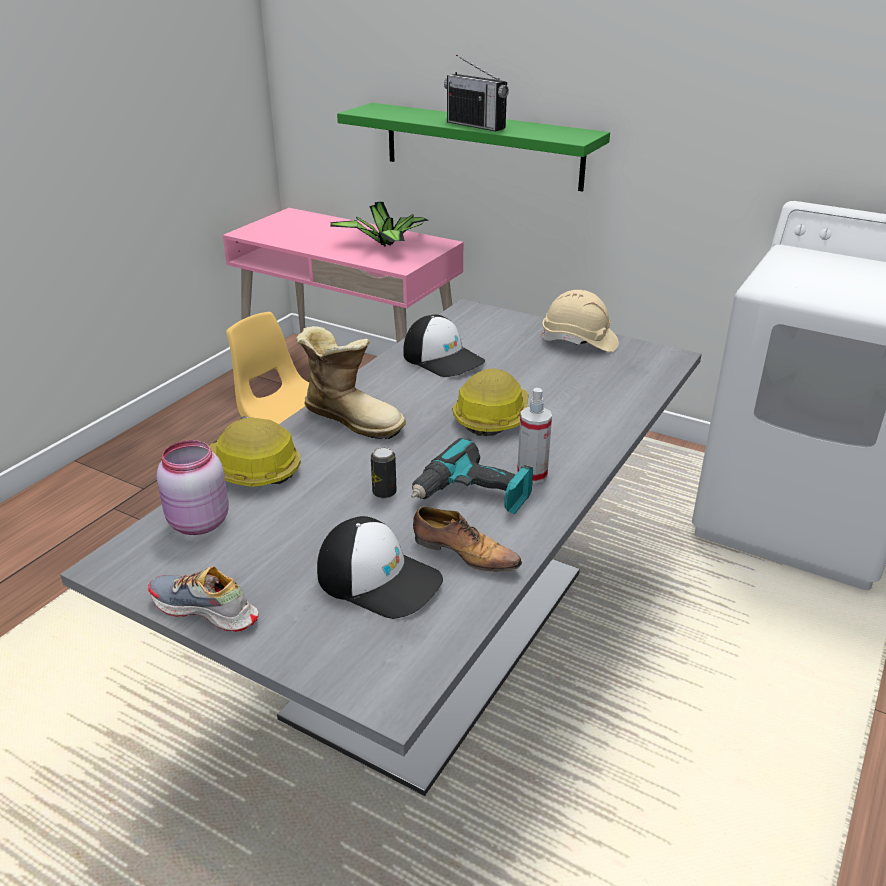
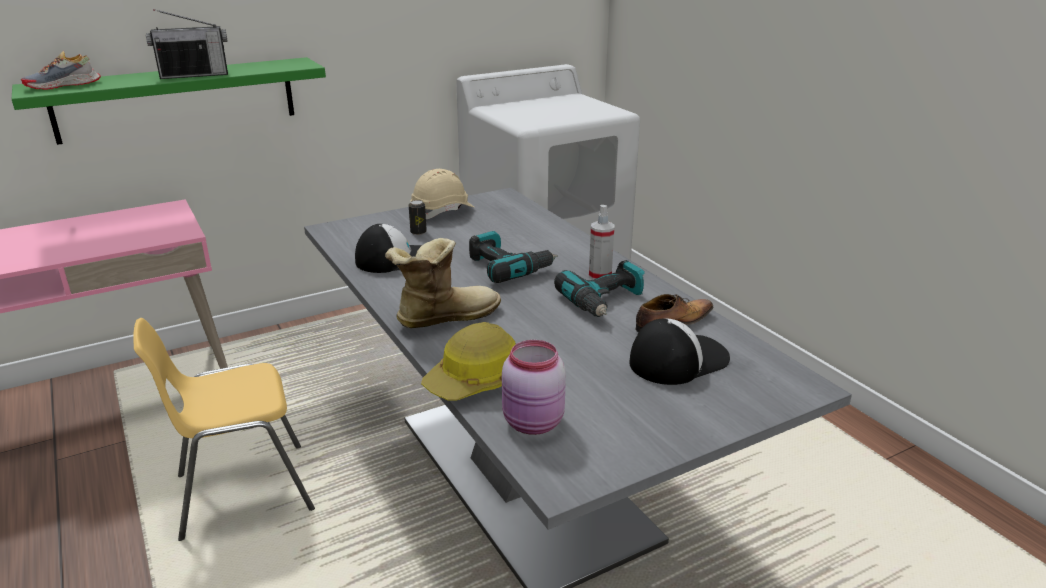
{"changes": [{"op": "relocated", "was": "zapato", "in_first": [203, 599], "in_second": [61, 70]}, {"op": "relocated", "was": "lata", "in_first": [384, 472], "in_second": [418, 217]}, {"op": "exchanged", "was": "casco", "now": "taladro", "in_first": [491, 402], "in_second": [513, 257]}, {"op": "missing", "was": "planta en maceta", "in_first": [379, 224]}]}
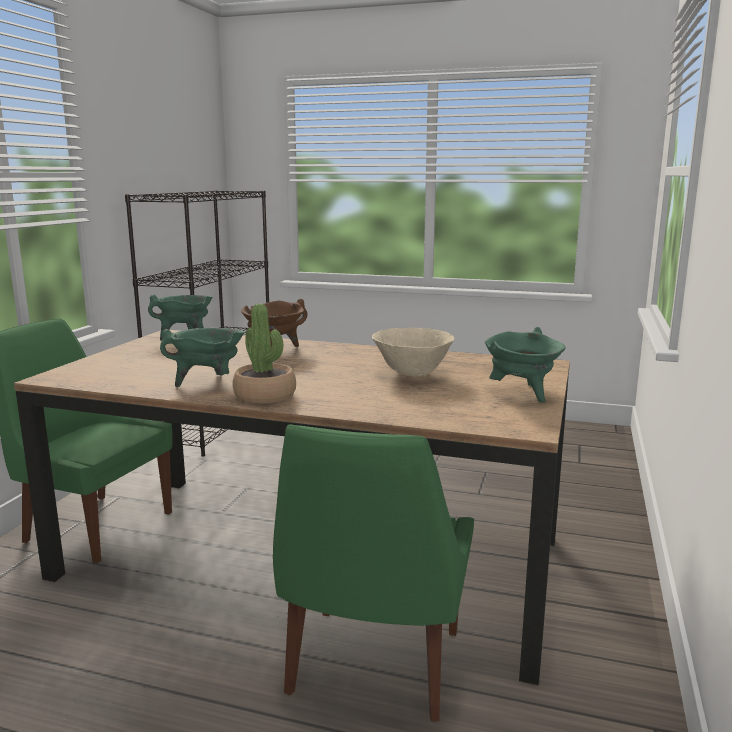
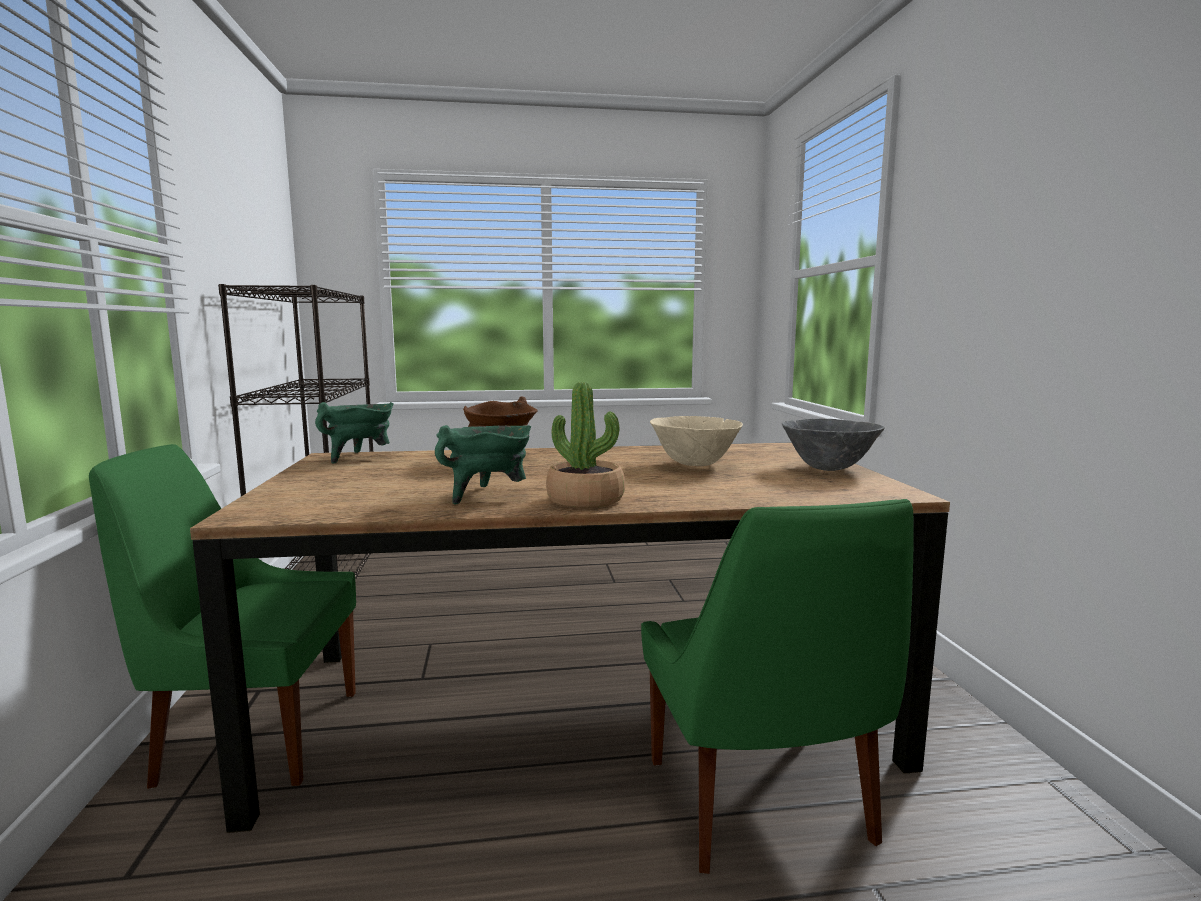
{"changes": [{"op": "exchanged", "was": "olla/verde", "now": "cuenco/gris", "in_first": [525, 365], "in_second": [833, 445]}]}
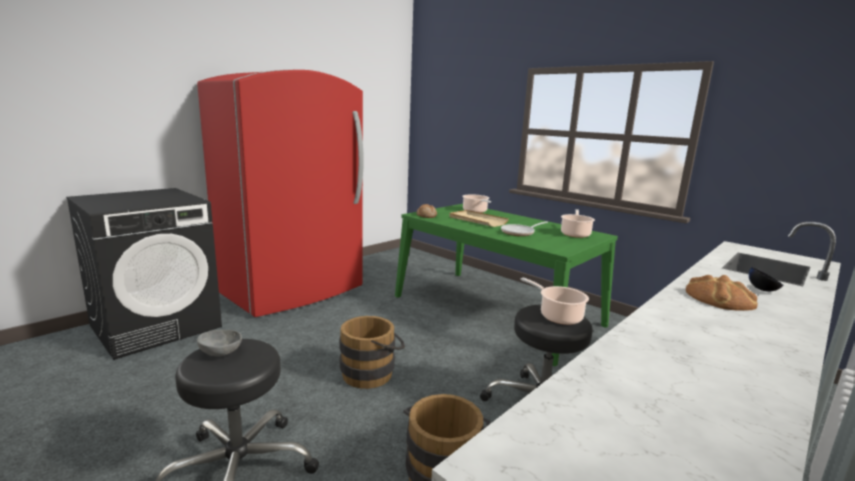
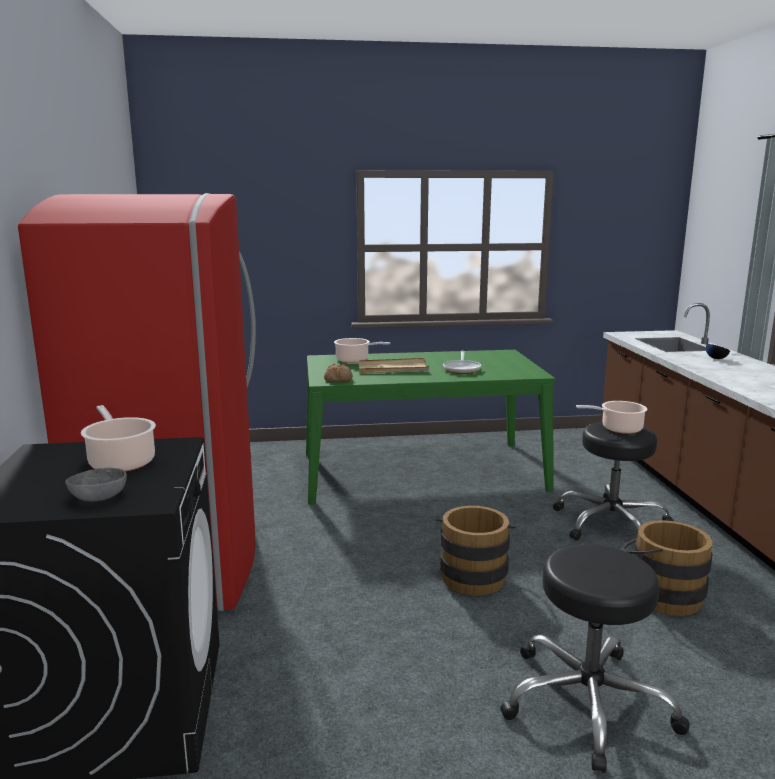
{"changes": [{"op": "relocated", "was": "cuenco/gris", "in_first": [219, 343], "in_second": [96, 485]}, {"op": "relocated", "was": "olla", "in_first": [578, 223], "in_second": [118, 438]}, {"op": "missing", "was": "pan", "in_first": [722, 293]}]}
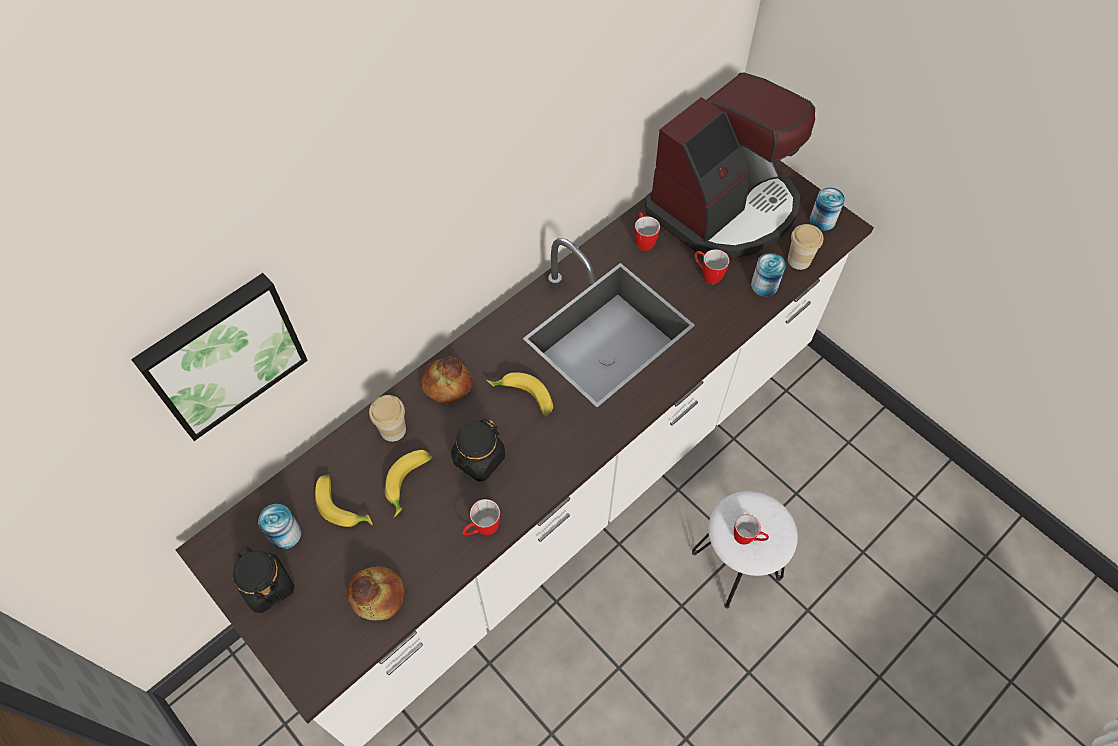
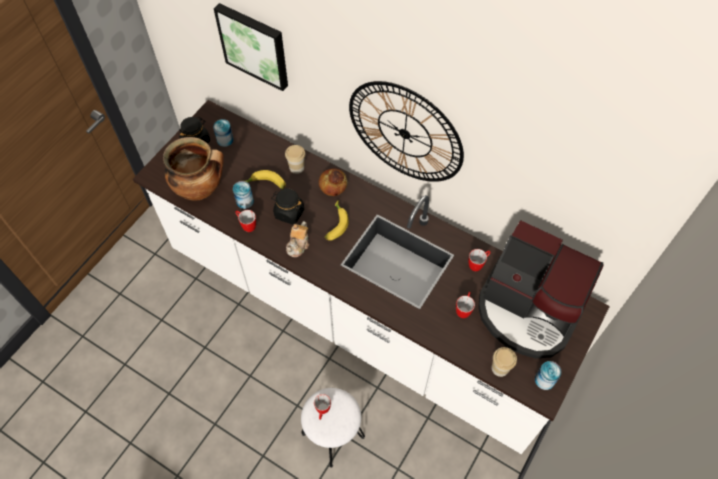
{"changes": [{"op": "exchanged", "was": "pan", "now": "olla", "in_first": [375, 593], "in_second": [193, 169]}, {"op": "relocated", "was": "lata", "in_first": [768, 275], "in_second": [243, 195]}, {"op": "appeared", "now": "tetera", "in_second": [298, 239]}, {"op": "appeared", "now": "reloj de pared", "in_second": [406, 131]}, {"op": "missing", "was": "plátano", "in_first": [344, 500]}]}
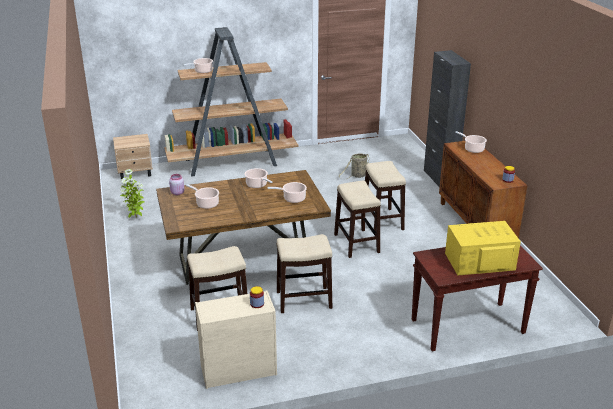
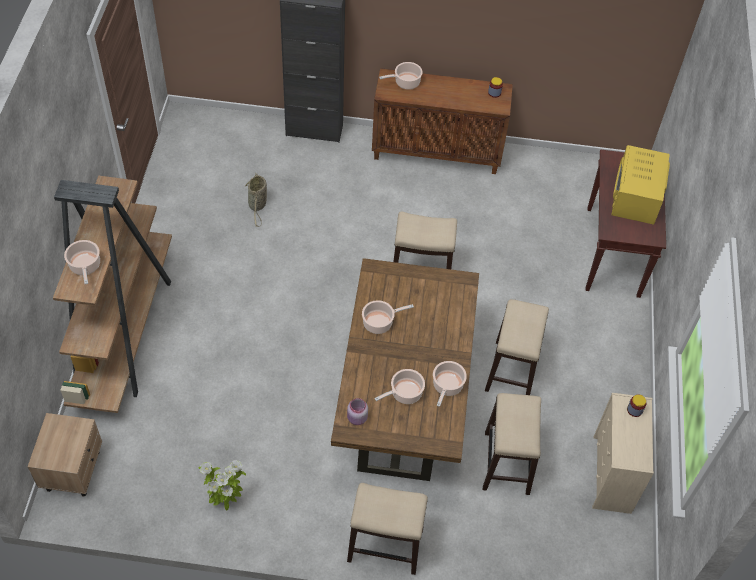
{"changes": [{"op": "relocated", "was": "taburete", "in_first": [385, 196], "in_second": [387, 529]}, {"op": "relocated", "was": "olla", "in_first": [287, 192], "in_second": [450, 384]}]}
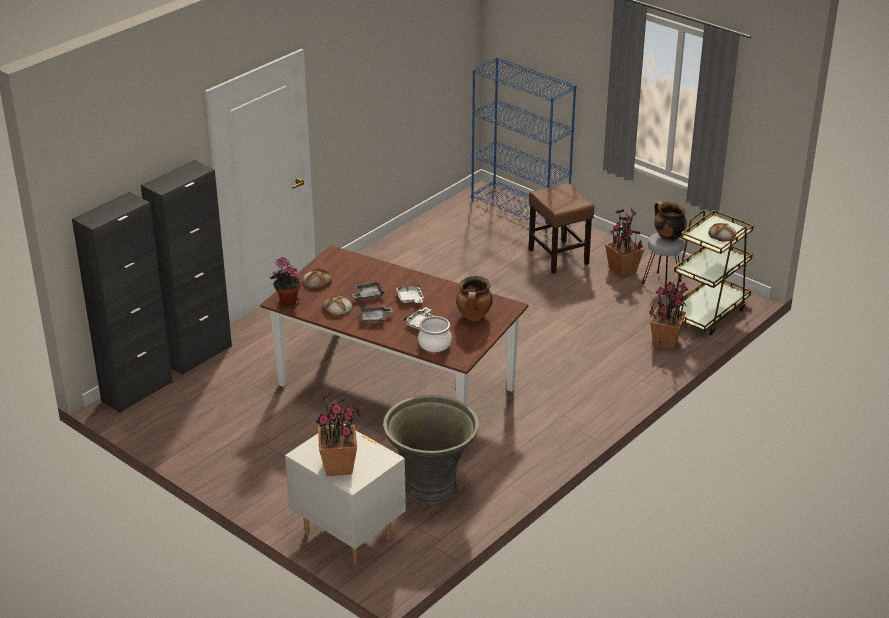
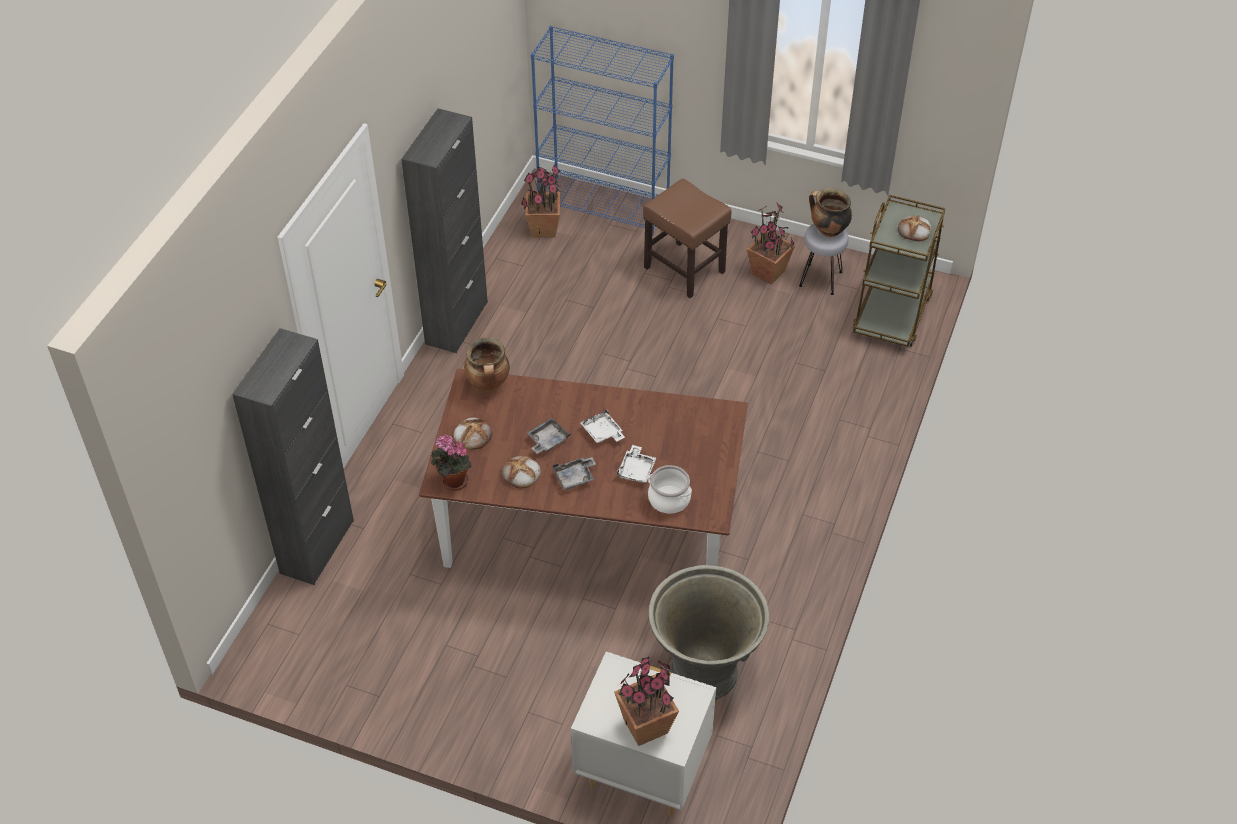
{"changes": [{"op": "relocated", "was": "armario/negro", "in_first": [122, 302], "in_second": [444, 231]}, {"op": "relocated", "was": "olla", "in_first": [474, 298], "in_second": [487, 364]}, {"op": "relocated", "was": "planta en maceta", "in_first": [668, 316], "in_second": [540, 201]}]}
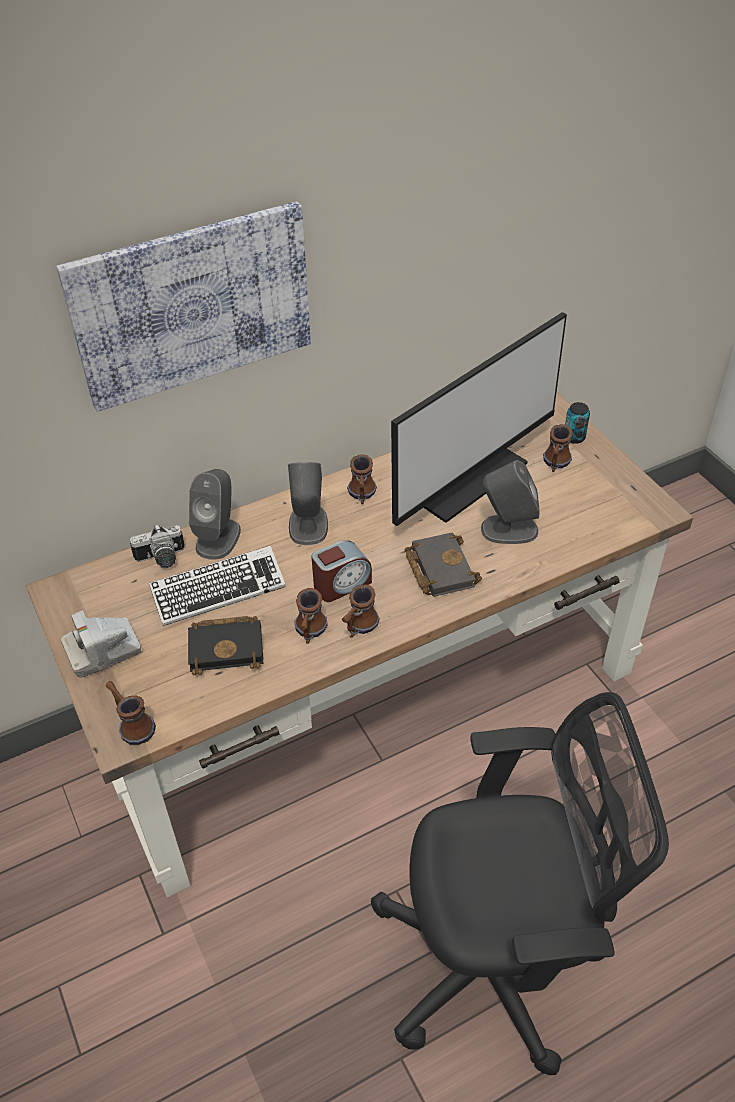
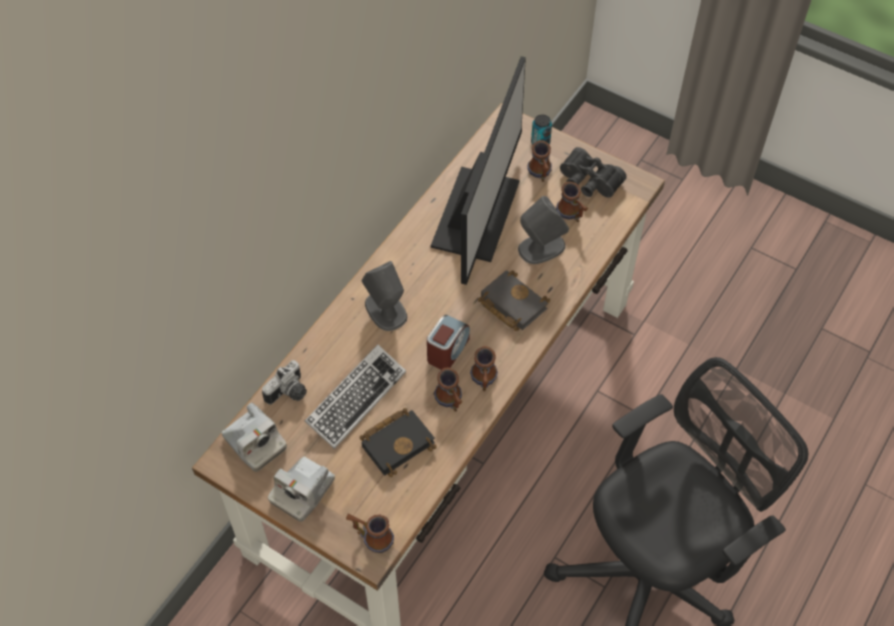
{"changes": [{"op": "appeared", "now": "cámara", "in_second": [254, 437]}, {"op": "relocated", "was": "taza grande", "in_first": [362, 479], "in_second": [572, 202]}, {"op": "appeared", "now": "prismáticos/negro", "in_second": [593, 172]}, {"op": "missing", "was": "cuadro", "in_first": [183, 306]}, {"op": "missing", "was": "altavoz/gris", "in_first": [215, 514]}]}
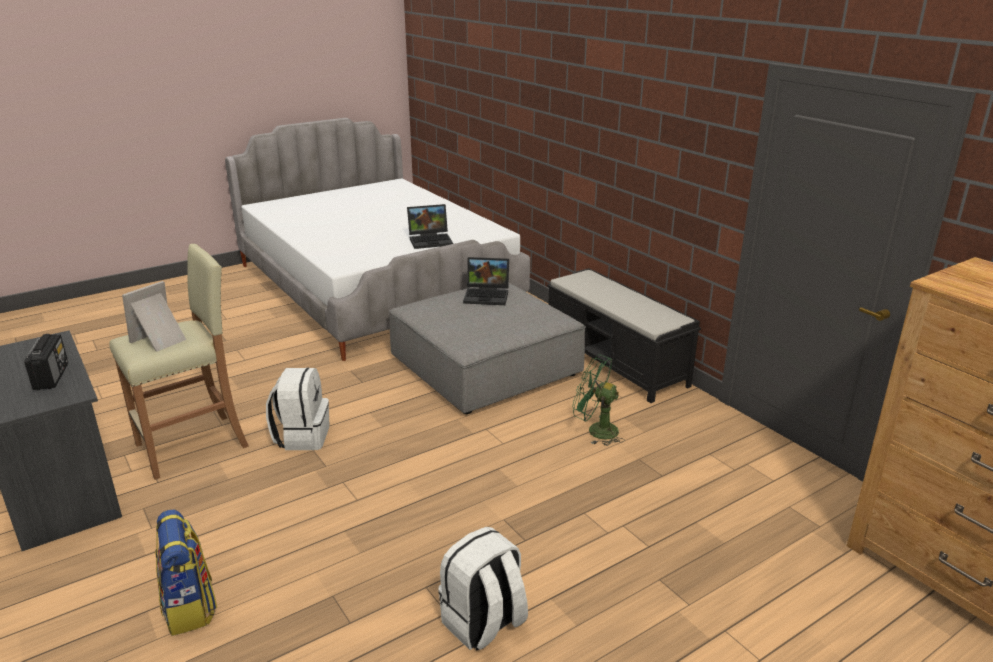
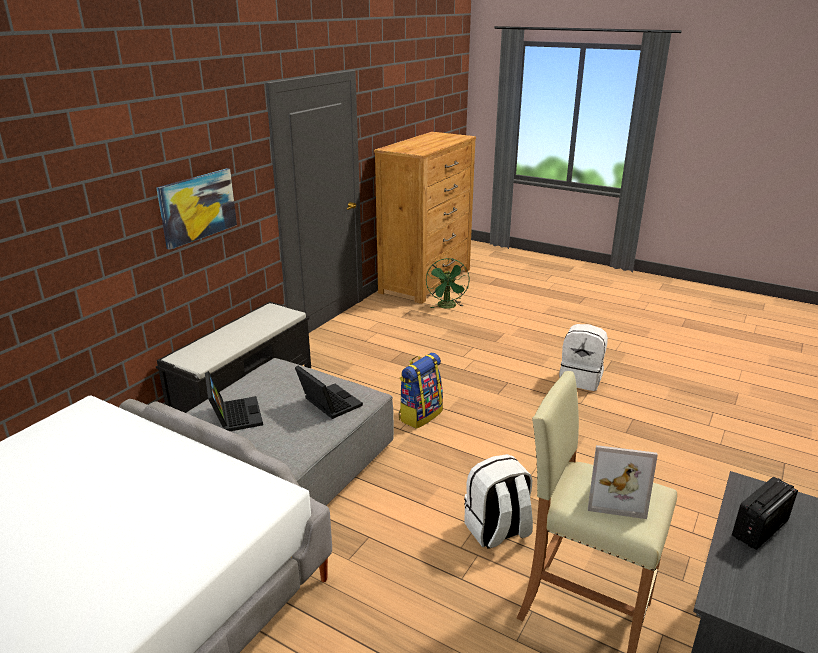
{"changes": [{"op": "appeared", "now": "cuadro", "in_second": [196, 209]}, {"op": "relocated", "was": "portátil", "in_first": [430, 226], "in_second": [329, 392]}, {"op": "relocated", "was": "mochila", "in_first": [186, 573], "in_second": [421, 391]}, {"op": "relocated", "was": "ventilador/verde", "in_first": [599, 400], "in_second": [447, 283]}]}
